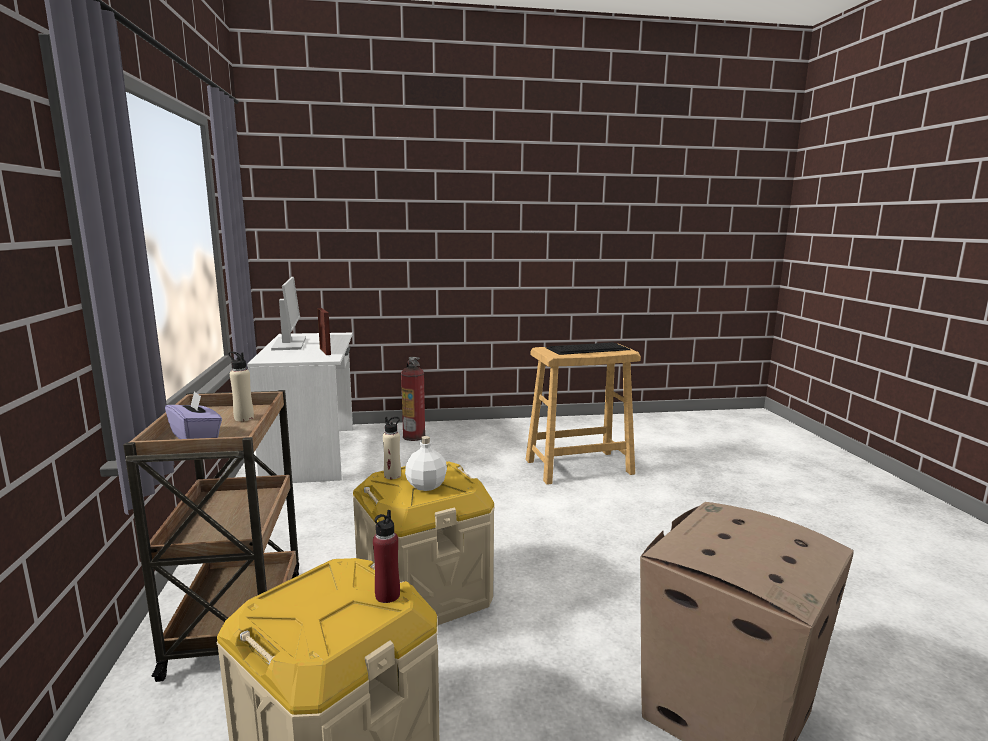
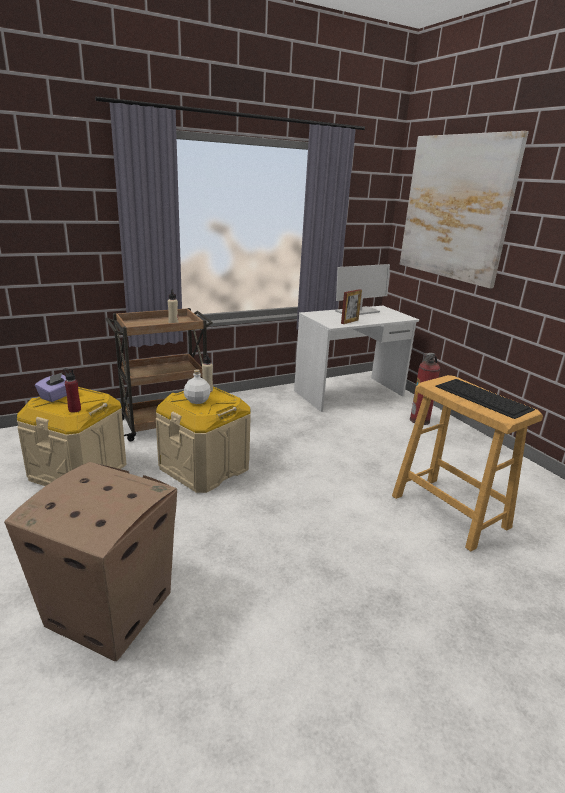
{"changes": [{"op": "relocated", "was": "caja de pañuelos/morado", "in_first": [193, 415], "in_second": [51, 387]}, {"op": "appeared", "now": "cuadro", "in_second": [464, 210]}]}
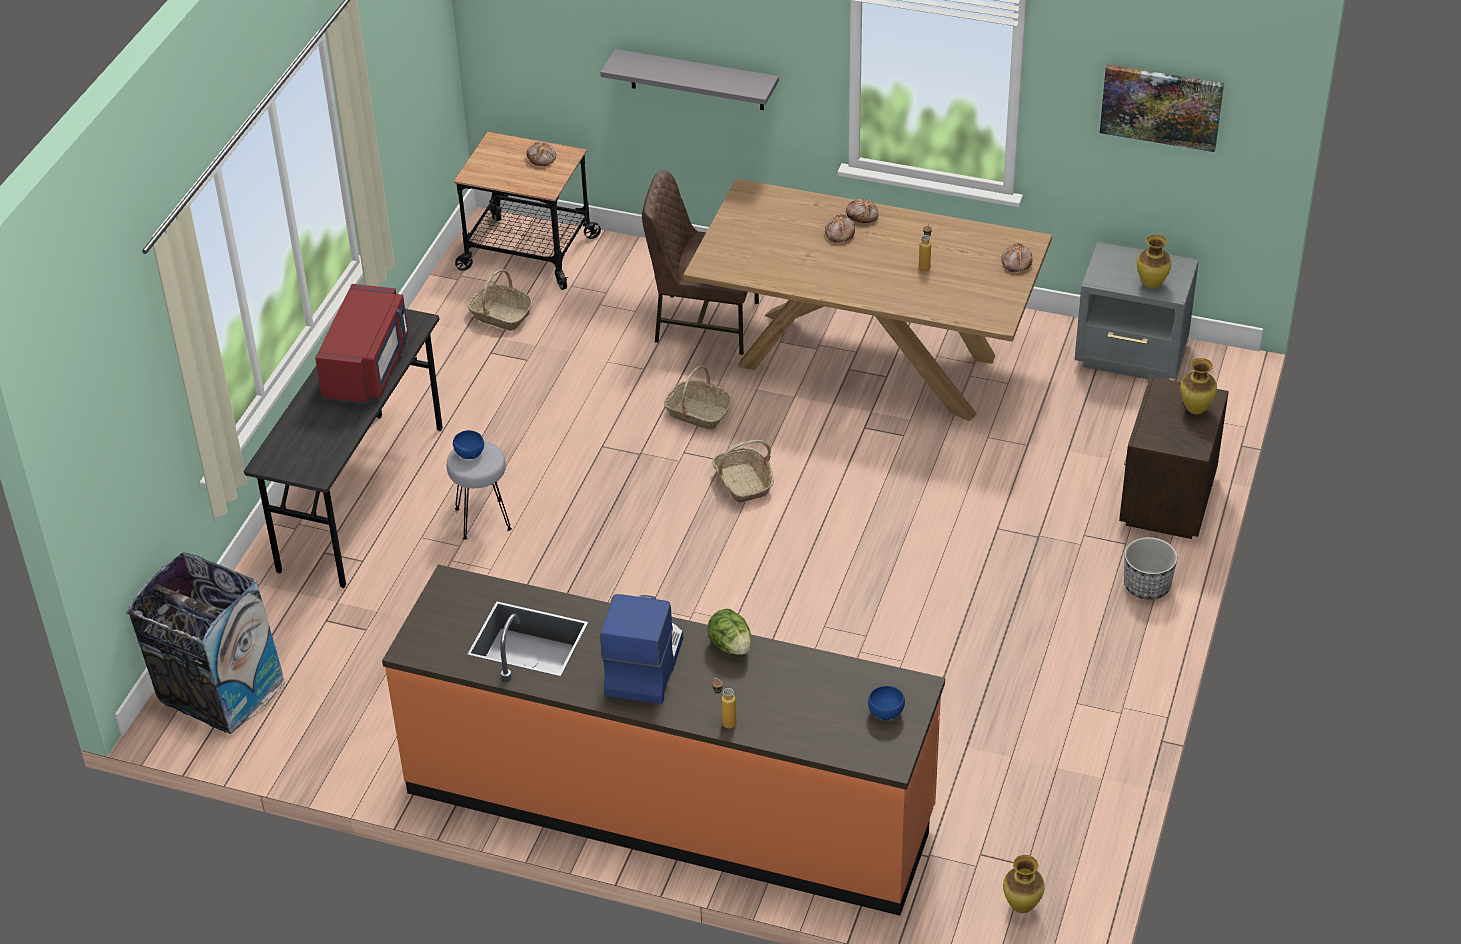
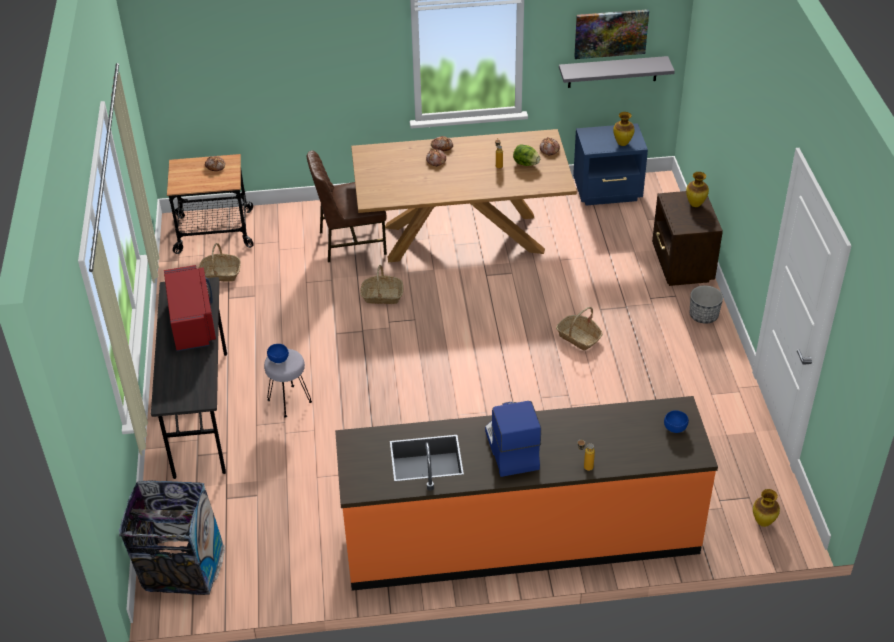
{"changes": [{"op": "relocated", "was": "lechuga", "in_first": [729, 632], "in_second": [526, 155]}, {"op": "relocated", "was": "cesta", "in_first": [743, 471], "in_second": [579, 328]}, {"op": "relocated", "was": "estante/gris", "in_first": [689, 79], "in_second": [617, 72]}, {"op": "colour", "was": "mesita de noche/gris", "now": "mesita de noche/azul", "in_first": [1137, 311], "in_second": [610, 164]}]}
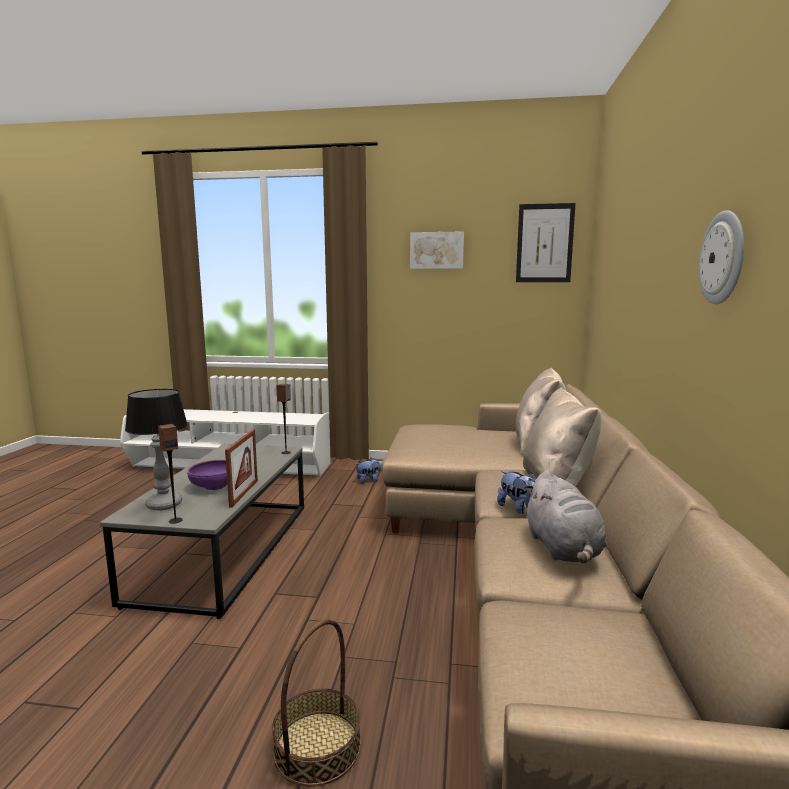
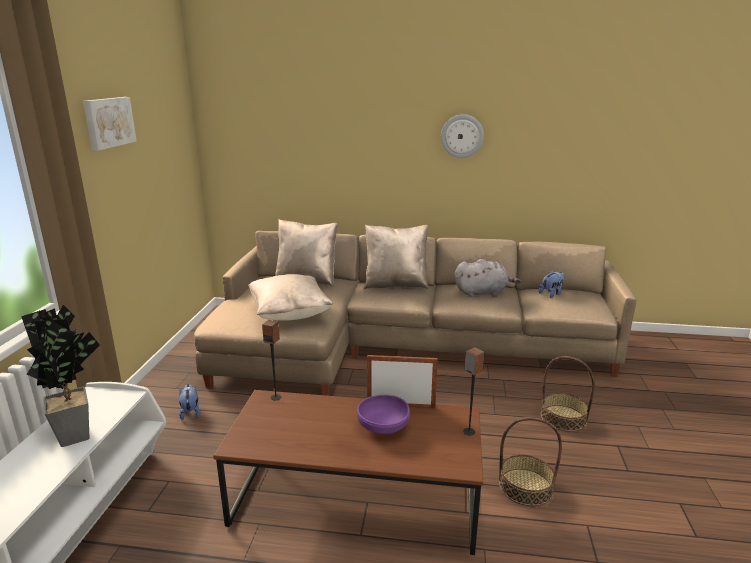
{"changes": [{"op": "appeared", "now": "planta en maceta", "in_second": [60, 376]}, {"op": "colour", "was": "mesa de centro/gris", "now": "mesa de centro/marrón", "in_first": [202, 531], "in_second": [348, 472]}, {"op": "appeared", "now": "cojín/beis", "in_second": [290, 297]}, {"op": "appeared", "now": "cesta", "in_second": [530, 461]}, {"op": "relocated", "was": "peluche", "in_first": [517, 492], "in_second": [552, 284]}, {"op": "missing", "was": "lámpara de mesa", "in_first": [156, 450]}, {"op": "missing", "was": "cuadro", "in_first": [546, 242]}]}
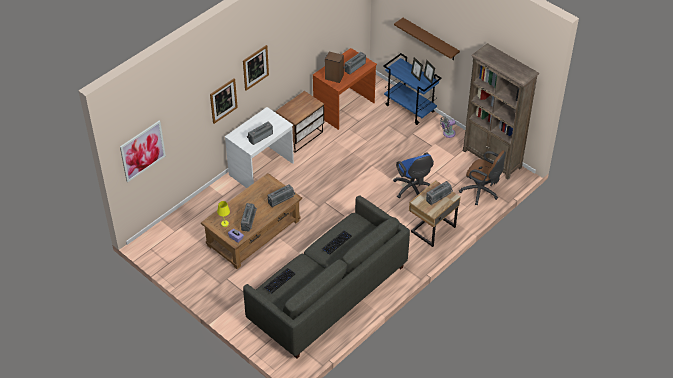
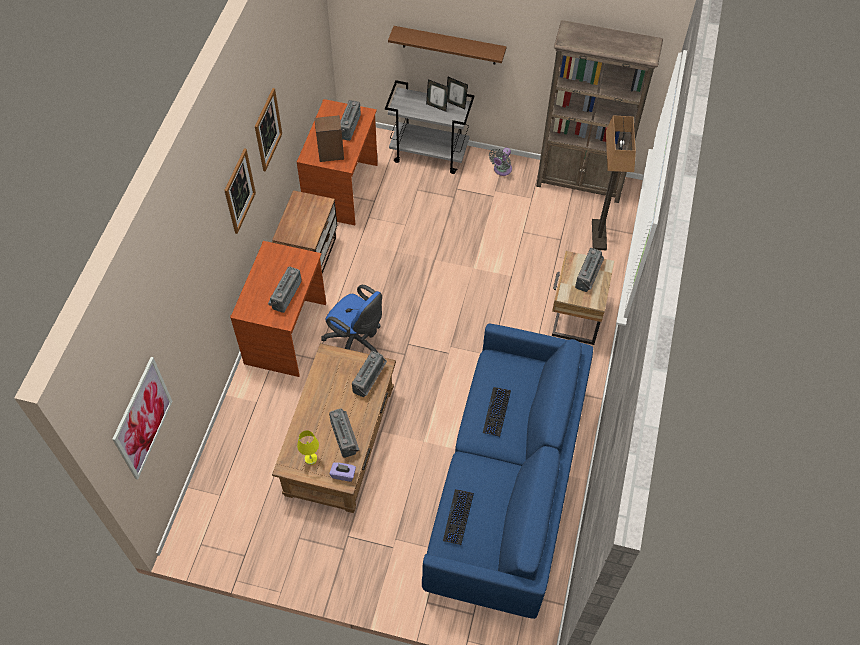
{"changes": [{"op": "colour", "was": "escritorio/blanco", "now": "escritorio/marrón", "in_first": [259, 147], "in_second": [278, 309]}, {"op": "relocated", "was": "cuadro", "in_first": [224, 101], "in_second": [268, 129]}, {"op": "relocated", "was": "silla de oficina/azul", "in_first": [413, 175], "in_second": [351, 319]}, {"op": "colour", "was": "carrito/azul", "now": "carrito/gris", "in_first": [412, 89], "in_second": [430, 127]}, {"op": "colour", "was": "sofá/gris", "now": "sofá/azul", "in_first": [326, 276], "in_second": [507, 471]}, {"op": "exchanged", "was": "silla de oficina/marrón", "now": "lámpara de pie", "in_first": [482, 177], "in_second": [614, 182]}]}
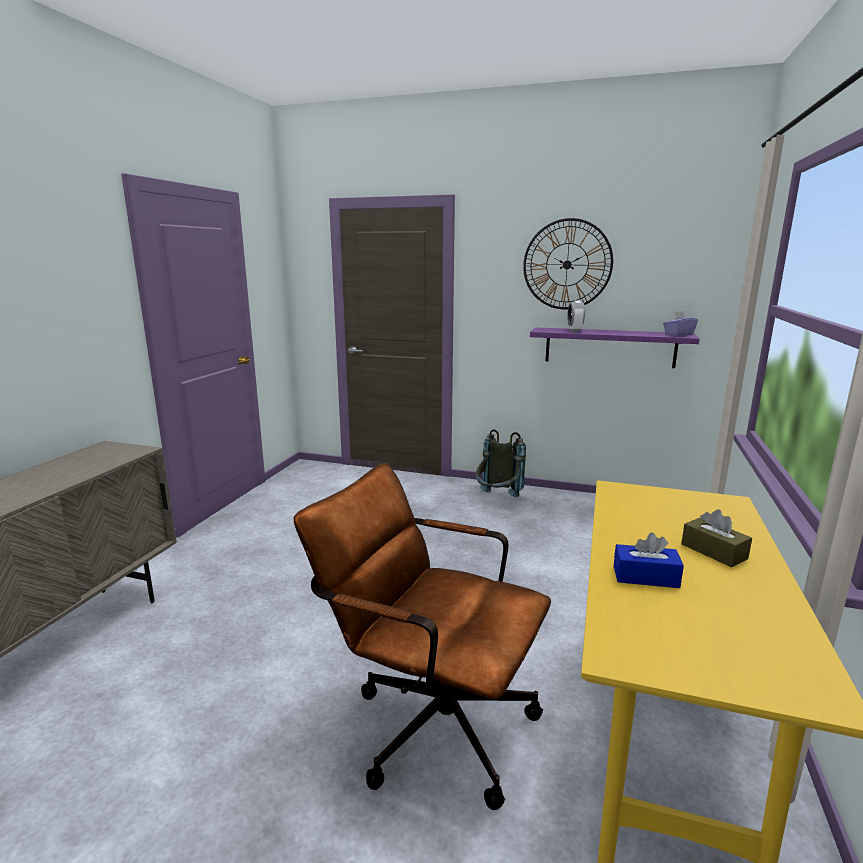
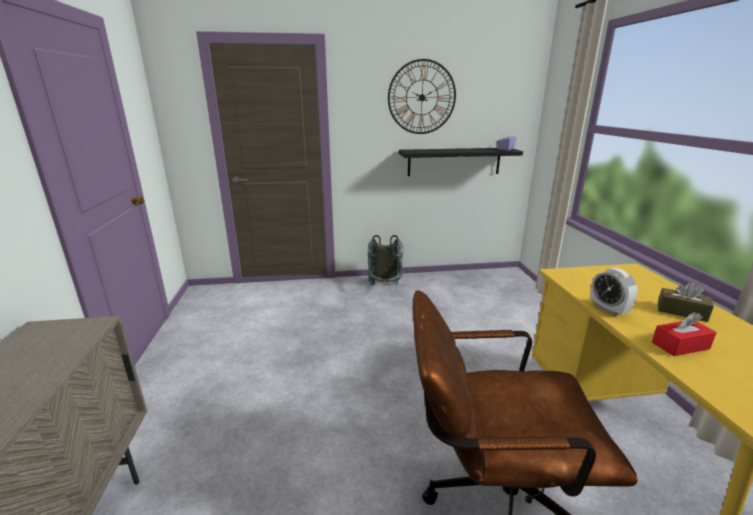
{"changes": [{"op": "colour", "was": "estante/morado", "now": "estante/negro", "in_first": [615, 347], "in_second": [461, 162]}, {"op": "relocated", "was": "despertador", "in_first": [576, 316], "in_second": [614, 292]}, {"op": "colour", "was": "caja de pañuelos/azul", "now": "caja de pañuelos/rojo", "in_first": [649, 560], "in_second": [684, 334]}]}
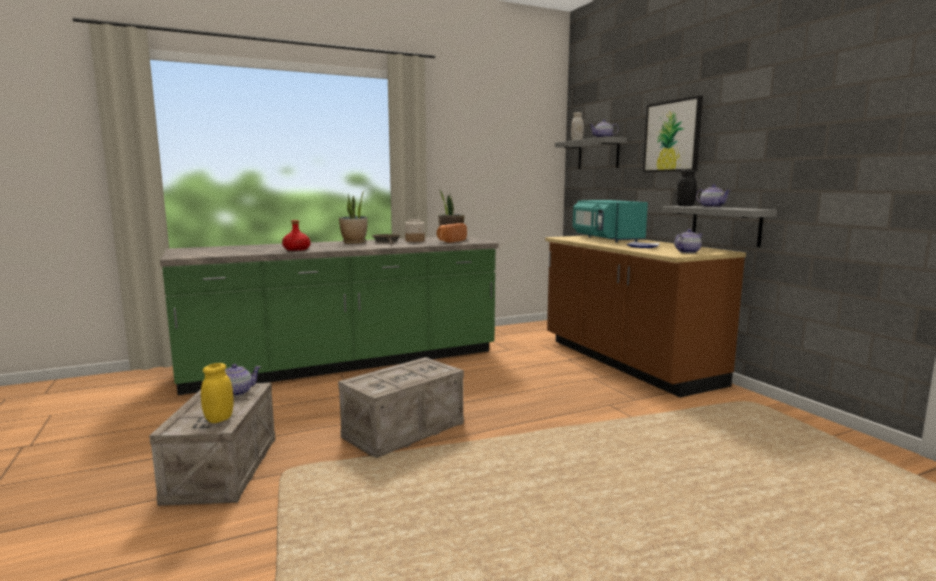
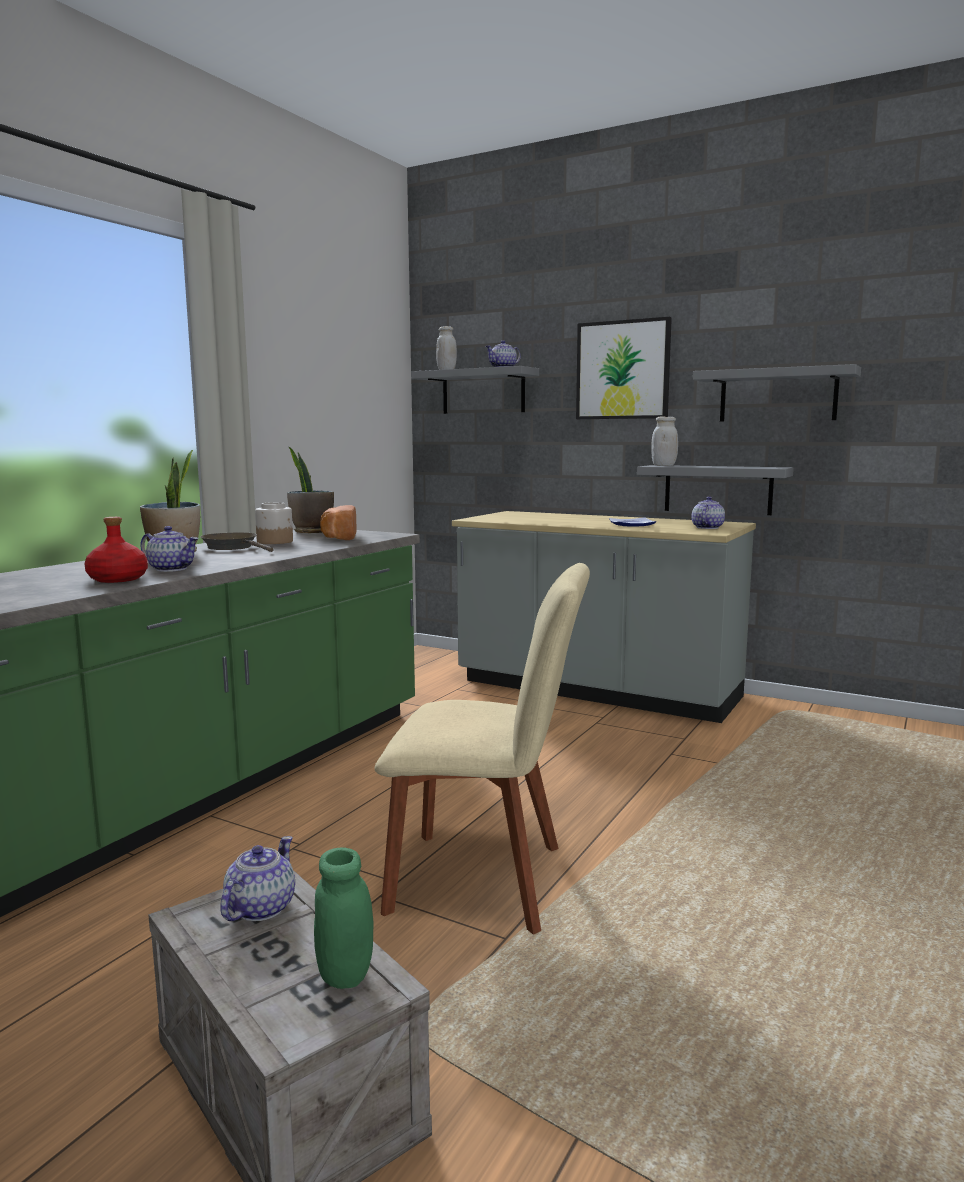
{"changes": [{"op": "relocated", "was": "tetera", "in_first": [713, 196], "in_second": [169, 549]}, {"op": "colour", "was": "tarro/amarillo", "now": "tarro/verde", "in_first": [217, 393], "in_second": [343, 918]}, {"op": "exchanged", "was": "caja de embalaje", "now": "silla/beis", "in_first": [401, 407], "in_second": [482, 748]}, {"op": "colour", "was": "mueble bajo de cocina/marrón", "now": "mueble bajo de cocina/gris", "in_first": [645, 316], "in_second": [604, 617]}, {"op": "colour", "was": "tarro/negro", "now": "tarro/blanco", "in_first": [686, 188], "in_second": [664, 441]}, {"op": "appeared", "now": "estante/gris", "in_second": [777, 393]}, {"op": "missing", "was": "microondas/turquesa", "in_first": [610, 221]}]}
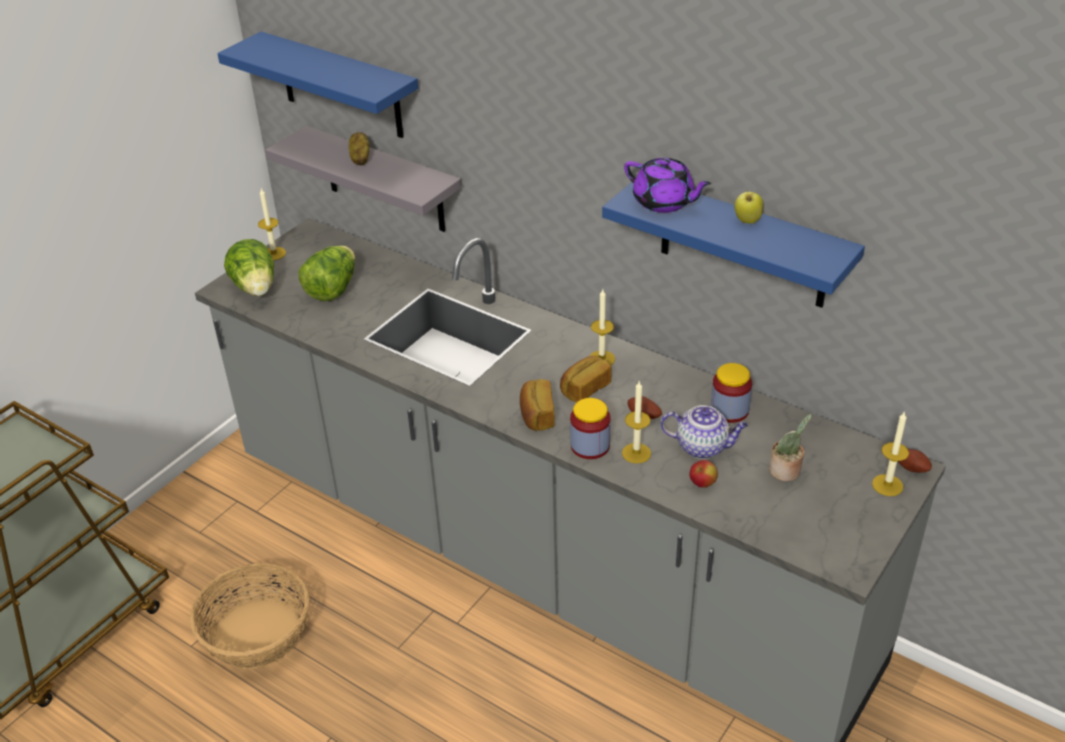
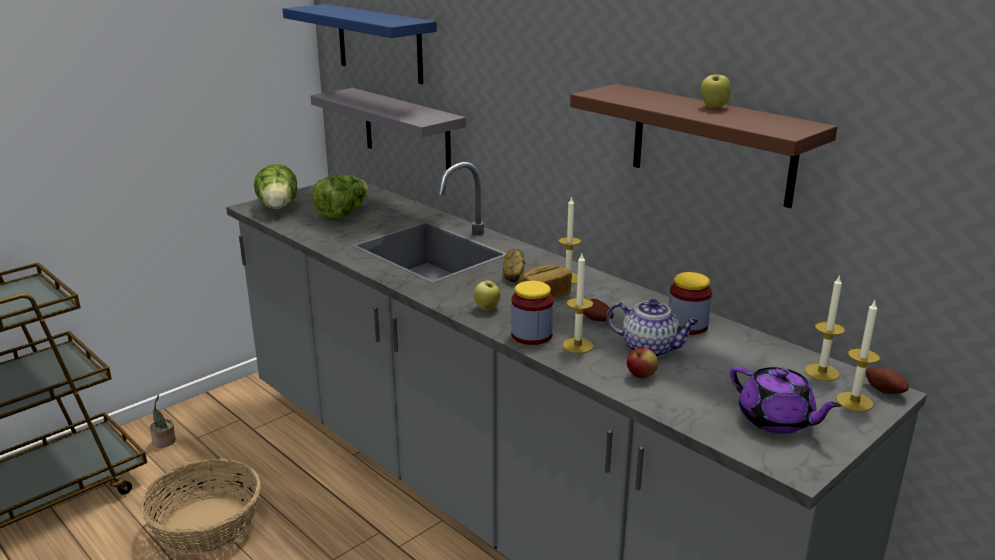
{"changes": [{"op": "relocated", "was": "planta en maceta", "in_first": [790, 447], "in_second": [163, 421]}, {"op": "exchanged", "was": "pan", "now": "manzana", "in_first": [537, 405], "in_second": [487, 295]}, {"op": "relocated", "was": "patata", "in_first": [359, 148], "in_second": [514, 265]}, {"op": "colour", "was": "estante/azul", "now": "estante/marrón", "in_first": [733, 245], "in_second": [703, 146]}, {"op": "relocated", "was": "tetera/morado", "in_first": [668, 185], "in_second": [786, 400]}, {"op": "relocated", "was": "vela", "in_first": [272, 224], "in_second": [825, 328]}]}
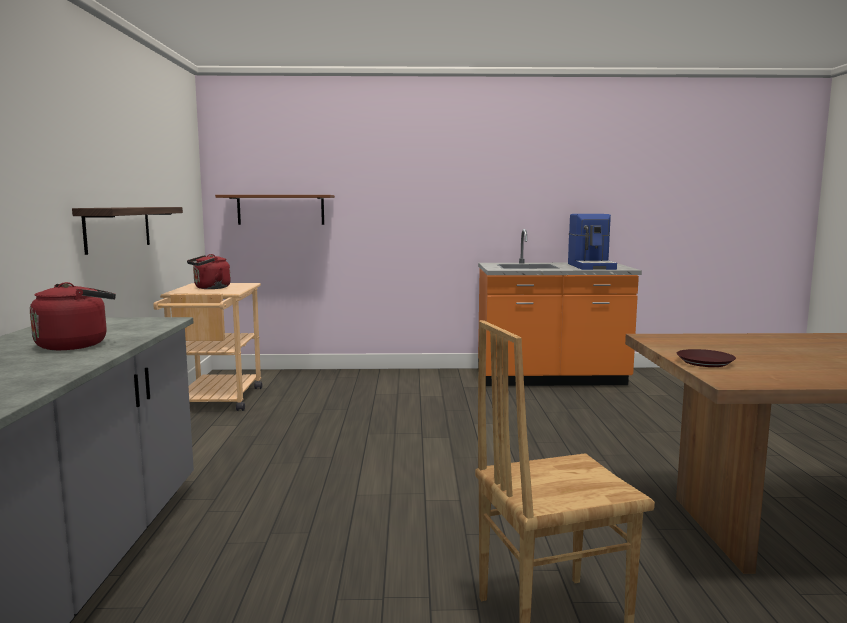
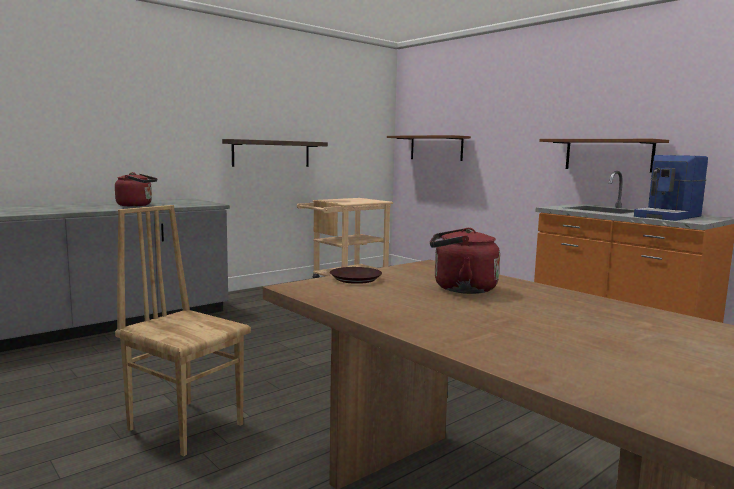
{"changes": [{"op": "relocated", "was": "hervidor/rojo", "in_first": [209, 271], "in_second": [465, 261]}, {"op": "appeared", "now": "estante/marrón", "in_second": [604, 155]}]}
